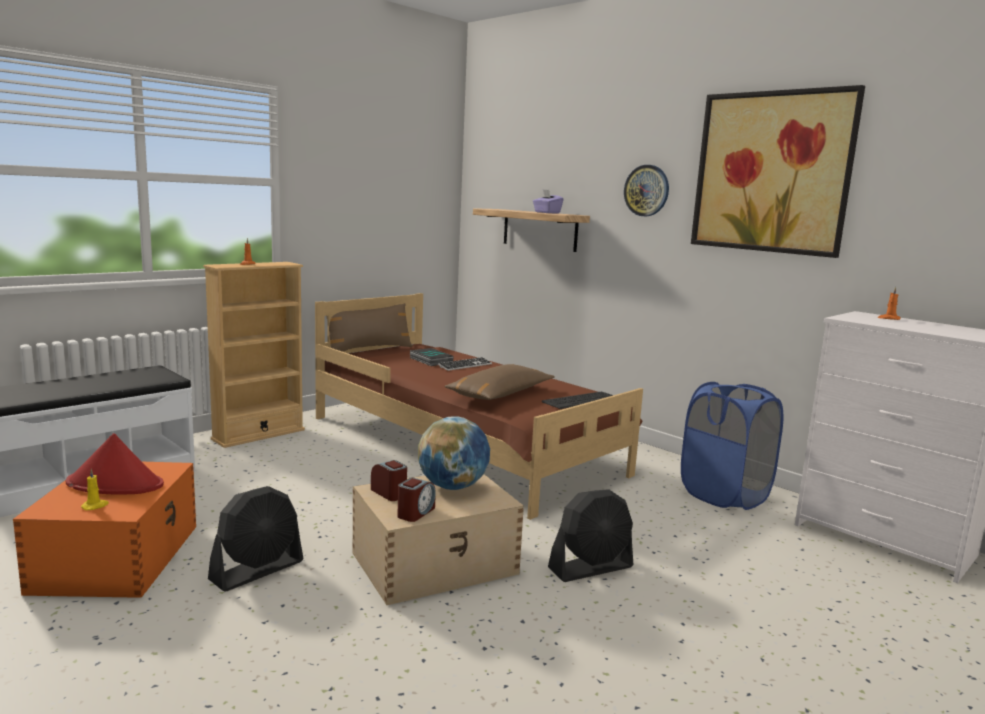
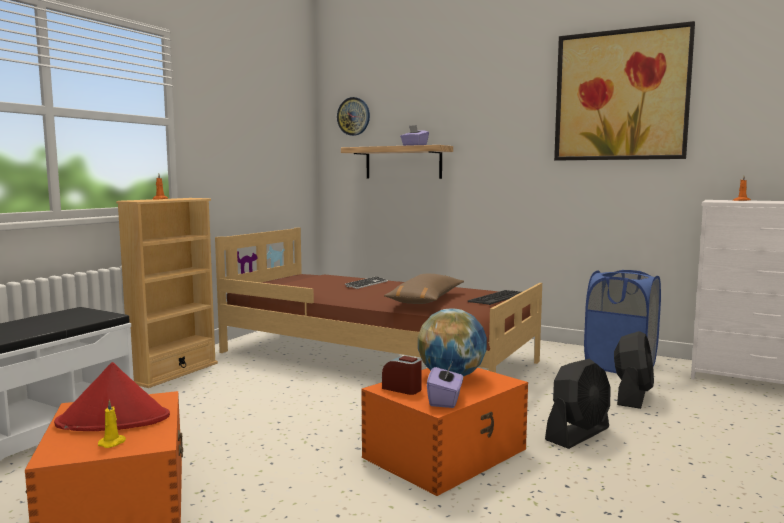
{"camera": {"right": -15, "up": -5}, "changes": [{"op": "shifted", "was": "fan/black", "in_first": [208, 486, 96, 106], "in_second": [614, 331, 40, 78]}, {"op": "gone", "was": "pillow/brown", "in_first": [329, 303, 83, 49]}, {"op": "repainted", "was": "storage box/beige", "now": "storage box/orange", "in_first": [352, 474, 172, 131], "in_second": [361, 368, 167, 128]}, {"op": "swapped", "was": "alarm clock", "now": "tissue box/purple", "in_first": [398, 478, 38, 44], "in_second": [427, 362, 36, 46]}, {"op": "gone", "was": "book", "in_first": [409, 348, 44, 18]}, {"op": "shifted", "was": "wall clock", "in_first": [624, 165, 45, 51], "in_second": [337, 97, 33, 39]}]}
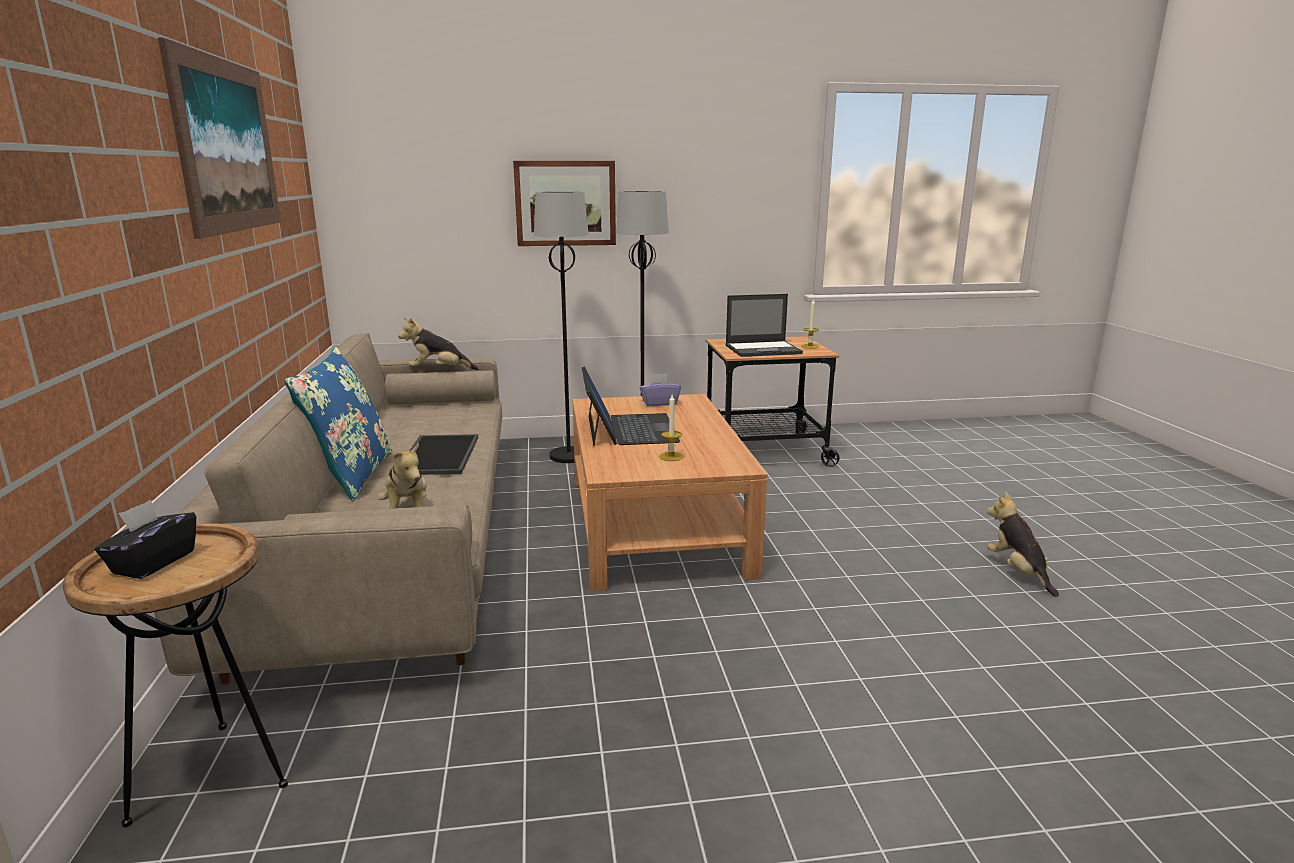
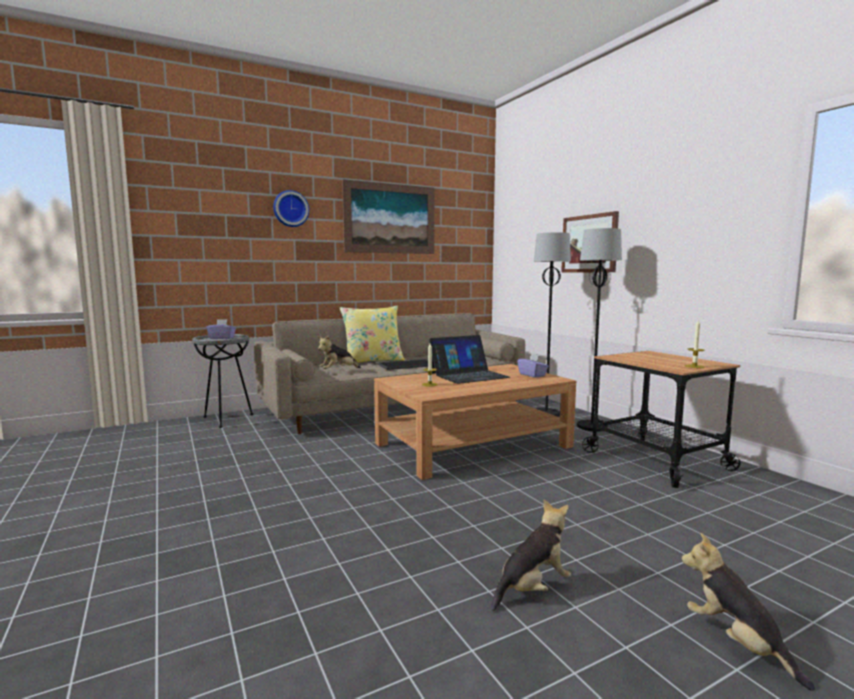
{"camera": {"right": 70, "up": -10}, "changes": [{"op": "repainted", "was": "side table/brown", "now": "side table/grey", "in_first": [63, 523, 225, 305], "in_second": [192, 334, 61, 94]}, {"op": "repainted", "was": "tissue box/black", "now": "tissue box/purple", "in_first": [95, 500, 101, 79], "in_second": [206, 319, 30, 20]}, {"op": "repainted", "was": "pillow/blue", "now": "pillow/yellow", "in_first": [284, 347, 108, 154], "in_second": [340, 306, 65, 57]}, {"op": "shifted", "was": "plush toy", "in_first": [398, 317, 81, 53], "in_second": [682, 533, 133, 158]}, {"op": "gone", "was": "laptop", "in_first": [725, 294, 78, 63]}, {"op": "new", "now": "wall clock", "in_second": [273, 190, 36, 37]}]}
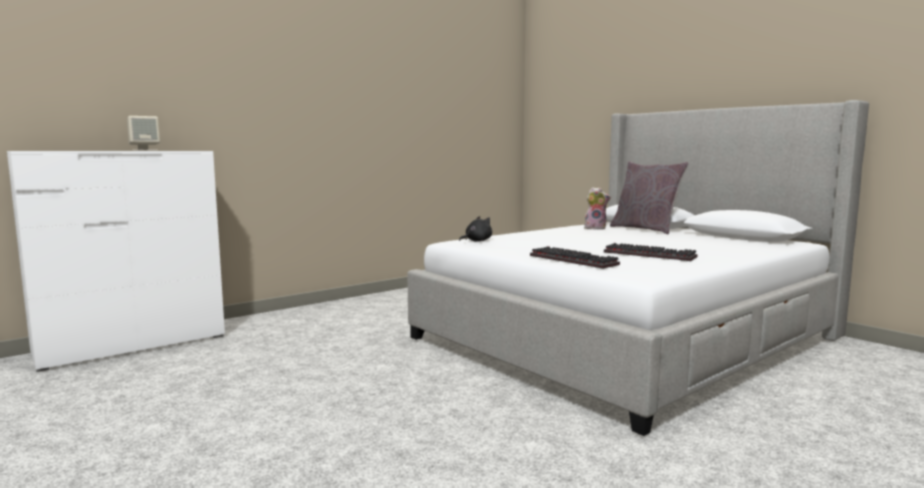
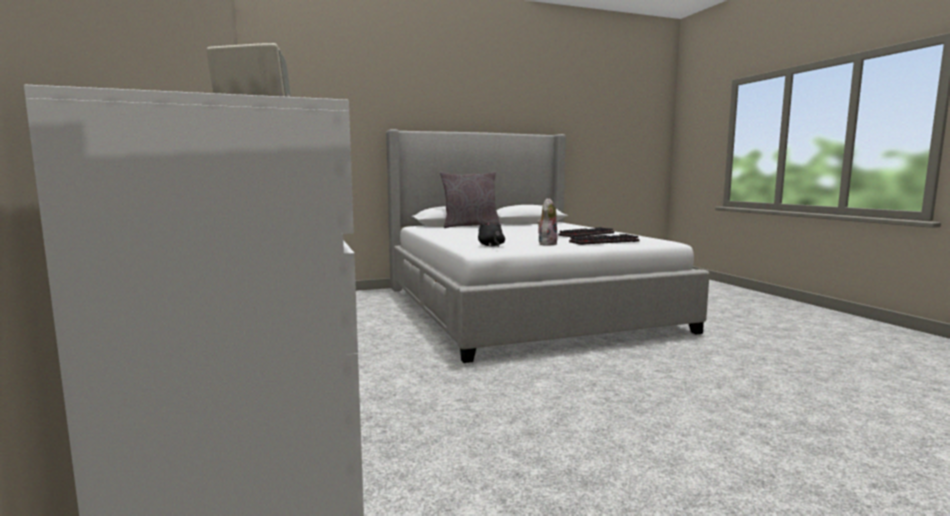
{"camera": {"right": -70, "up": 0}, "changes": [{"op": "shifted", "was": "plush toy", "in_first": [584, 187, 27, 43], "in_second": [537, 198, 20, 48]}]}
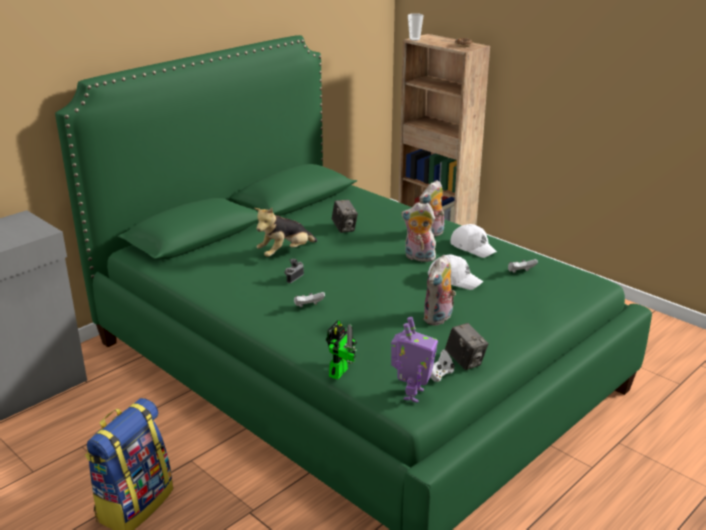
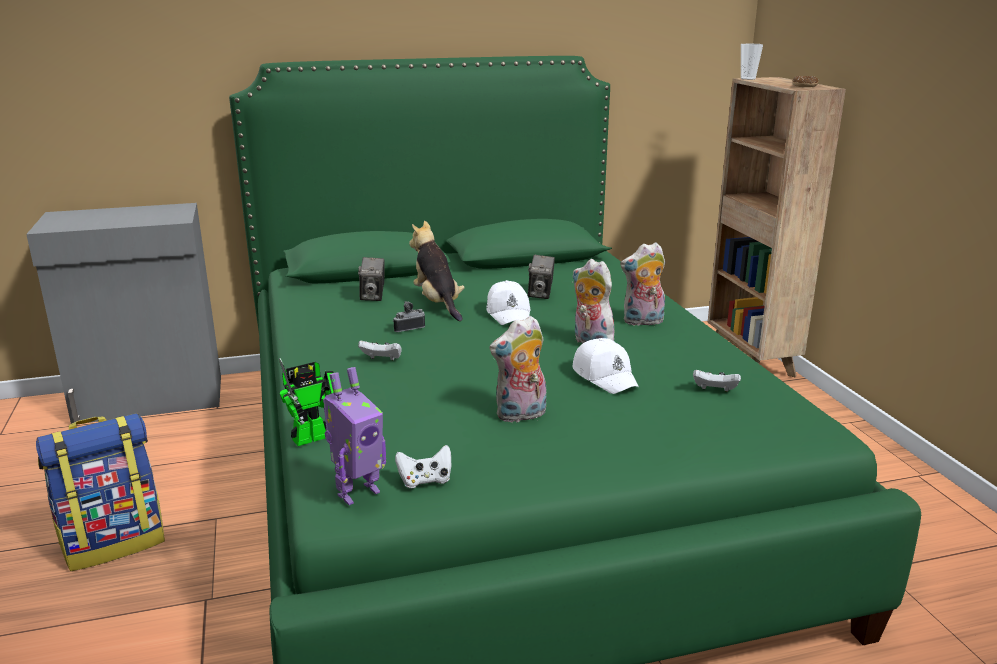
{"camera": {"right": 30, "up": -5}, "changes": [{"op": "rotated", "was": "plush toy", "in_first": [254, 208, 63, 49], "in_second": [409, 221, 56, 100], "clockwise": 75}, {"op": "shifted", "was": "photo camera", "in_first": [445, 323, 43, 47], "in_second": [358, 257, 27, 44]}, {"op": "shifted", "was": "cap/white", "in_first": [451, 224, 46, 34], "in_second": [486, 280, 45, 45]}]}
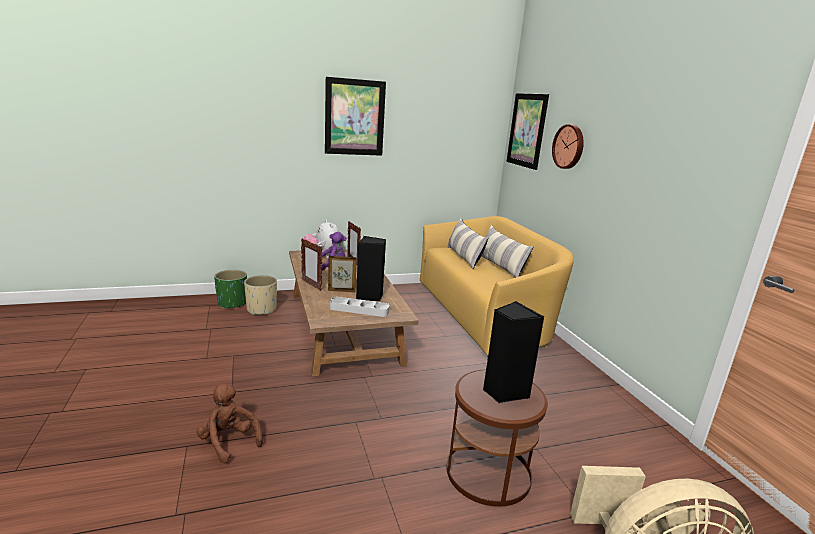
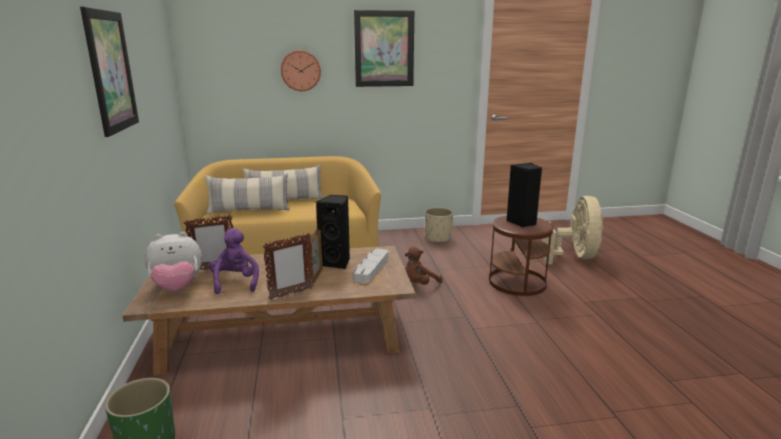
{"camera": {"right": -80, "up": 0}, "changes": [{"op": "shifted", "was": "plush toy/brown", "in_first": [196, 384, 67, 80], "in_second": [405, 247, 38, 38]}, {"op": "shifted", "was": "planter/beige", "in_first": [244, 275, 33, 40], "in_second": [425, 208, 28, 35]}, {"op": "shifted", "was": "picture", "in_first": [507, 93, 42, 77], "in_second": [354, 10, 60, 77]}]}
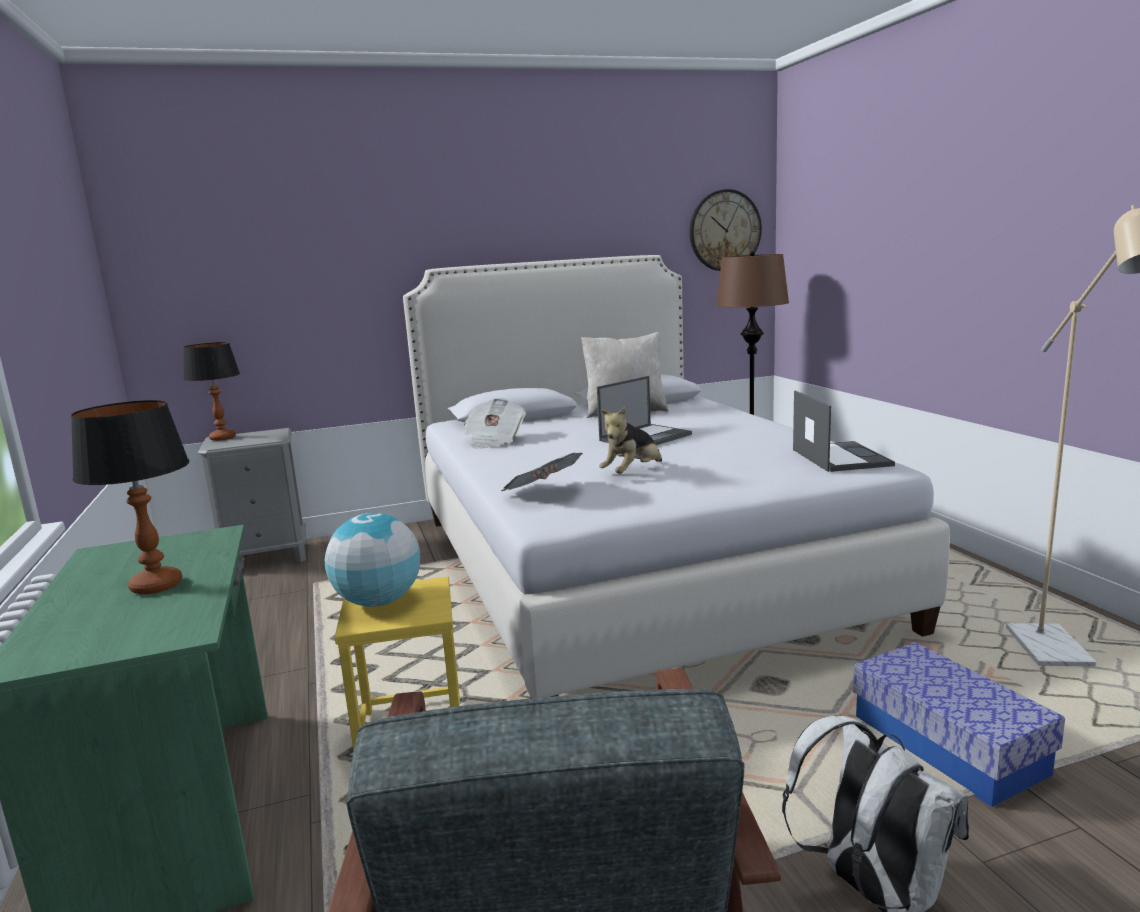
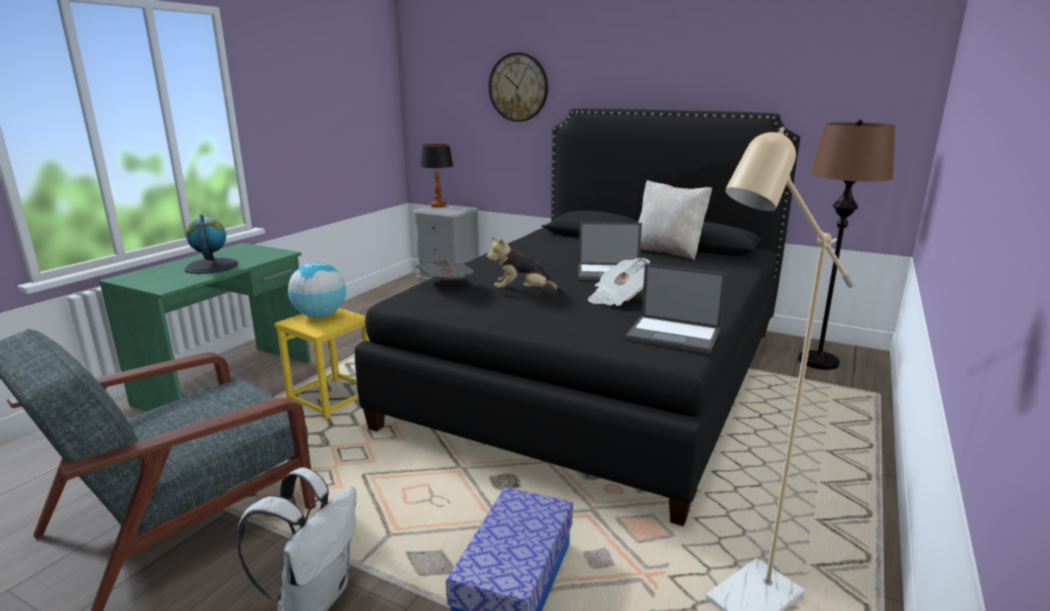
{"camera": {"right": 45, "up": 5}, "changes": [{"op": "swapped", "was": "table lamp", "now": "globe", "in_first": [71, 400, 119, 194], "in_second": [184, 214, 55, 60]}, {"op": "repainted", "was": "bed/white", "now": "bed/black", "in_first": [403, 255, 547, 443], "in_second": [355, 109, 445, 417]}, {"op": "shifted", "was": "newspaper", "in_first": [464, 398, 62, 51], "in_second": [588, 258, 62, 48]}, {"op": "shifted", "was": "wall clock", "in_first": [689, 189, 73, 82], "in_second": [489, 52, 59, 70]}, {"op": "rotated", "was": "laptop", "in_first": [793, 391, 102, 81], "in_second": [625, 264, 102, 90], "clockwise": 75}]}
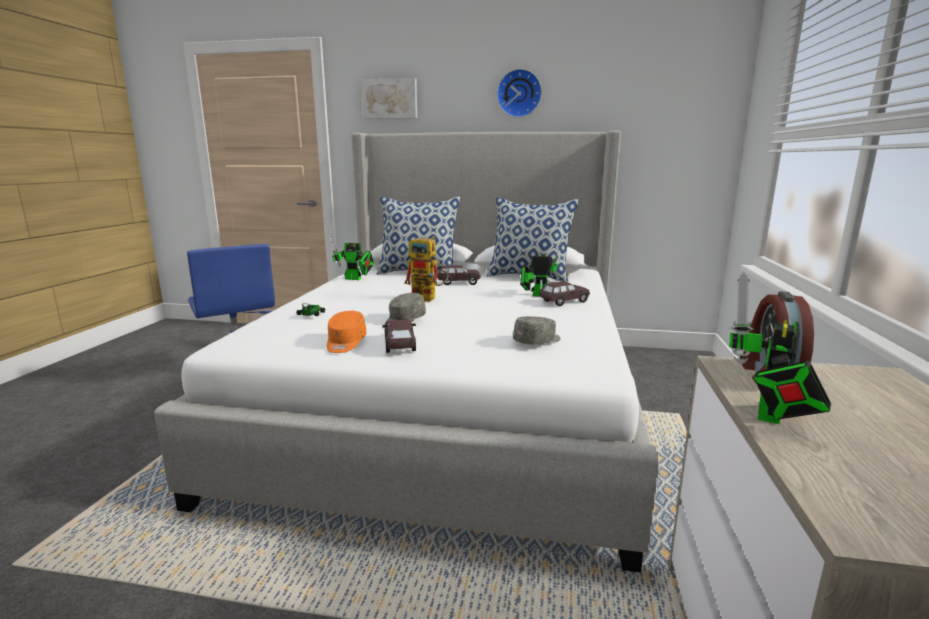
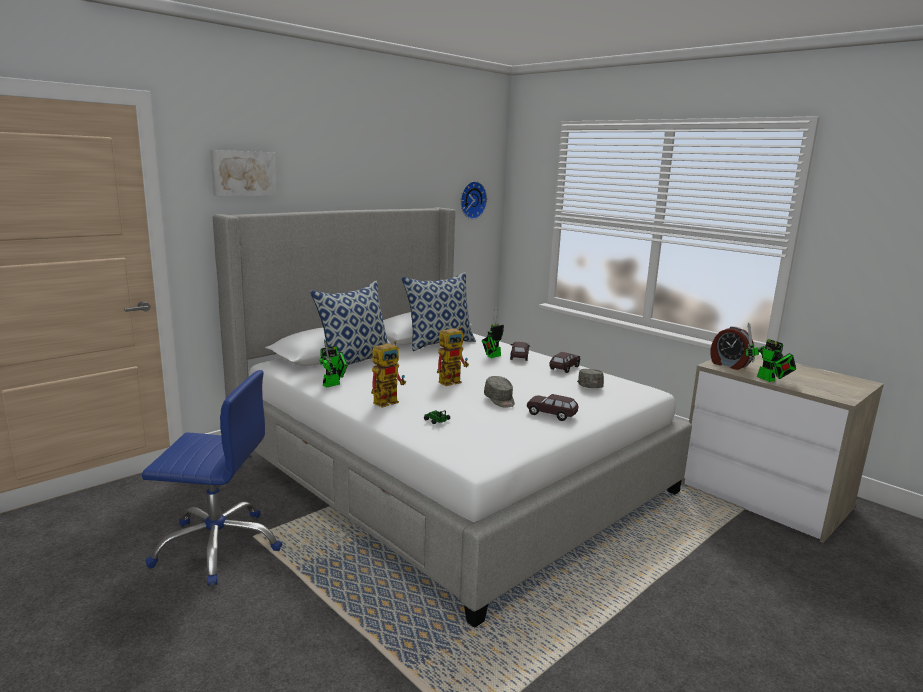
{"camera": {"right": -55, "up": 0}, "changes": [{"op": "gone", "was": "cap/orange", "in_first": [327, 311, 40, 42]}, {"op": "shifted", "was": "toy car/brown", "in_first": [437, 265, 44, 20], "in_second": [549, 352, 31, 21]}, {"op": "shifted", "was": "wall clock", "in_first": [497, 69, 45, 49], "in_second": [460, 181, 27, 38]}, {"op": "new", "now": "toy robot", "in_second": [371, 341, 35, 66]}]}
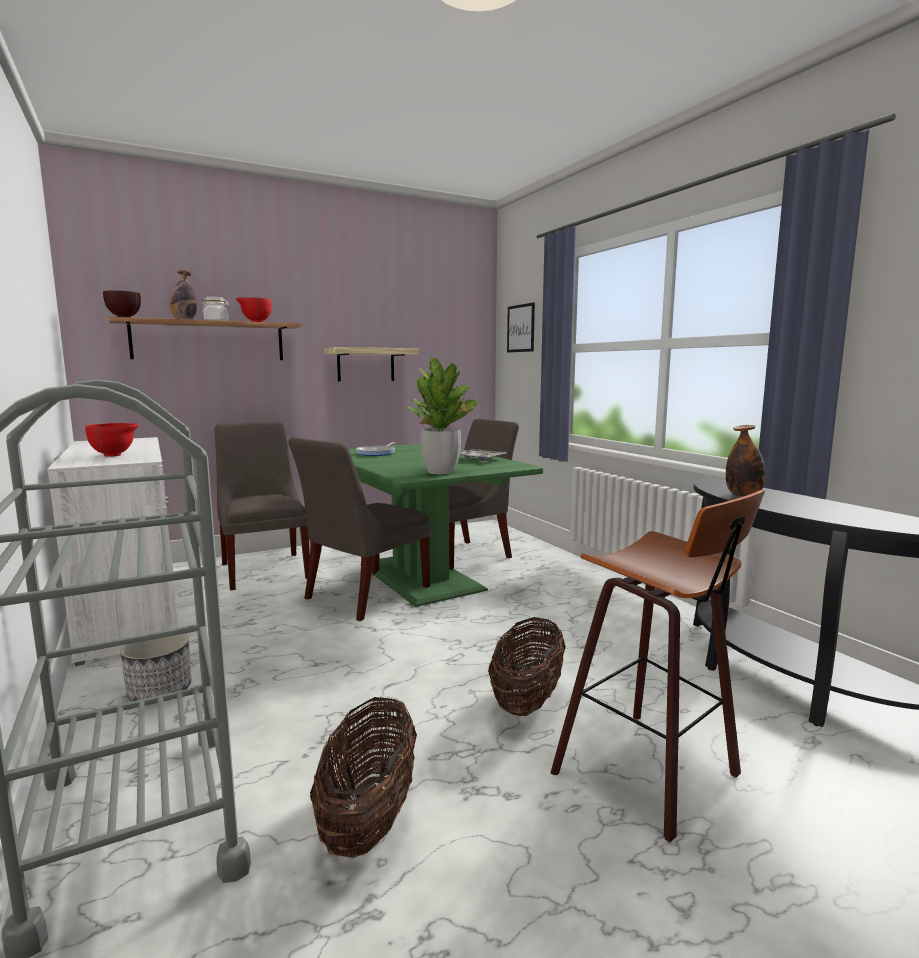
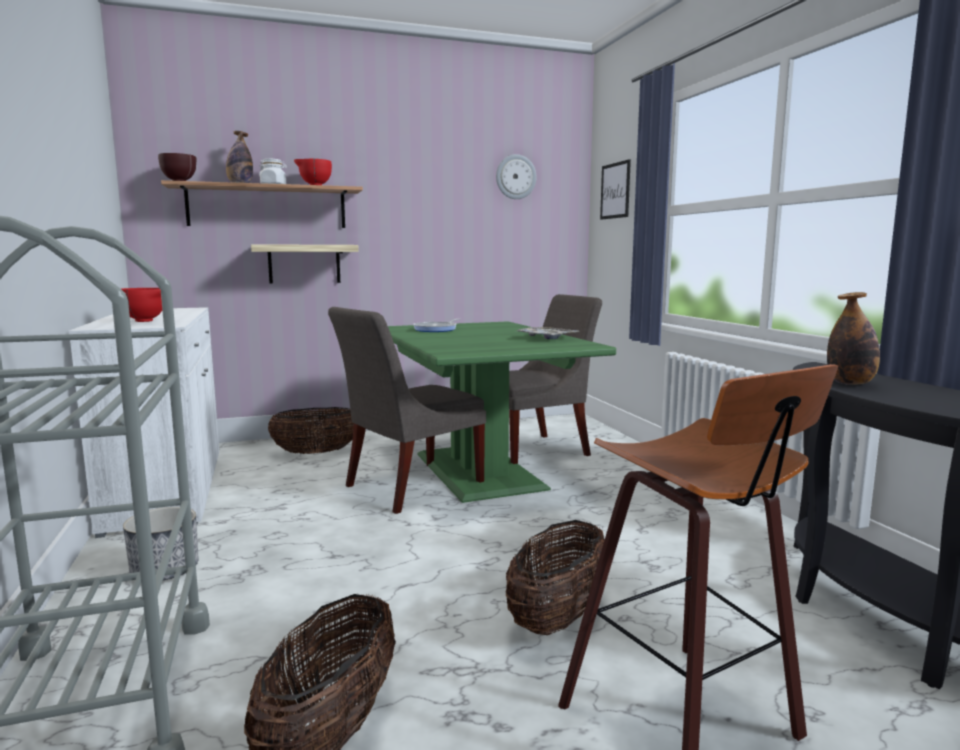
{"camera": {"right": 10, "up": 0}, "changes": [{"op": "swapped", "was": "chair/grey", "now": "basket", "in_first": [214, 422, 96, 168], "in_second": [268, 407, 86, 47]}, {"op": "shifted", "was": "shelf", "in_first": [325, 347, 94, 34], "in_second": [251, 244, 108, 40]}, {"op": "gone", "was": "potted plant", "in_first": [407, 357, 72, 117]}, {"op": "new", "now": "wall clock", "in_second": [496, 154, 40, 45]}]}
